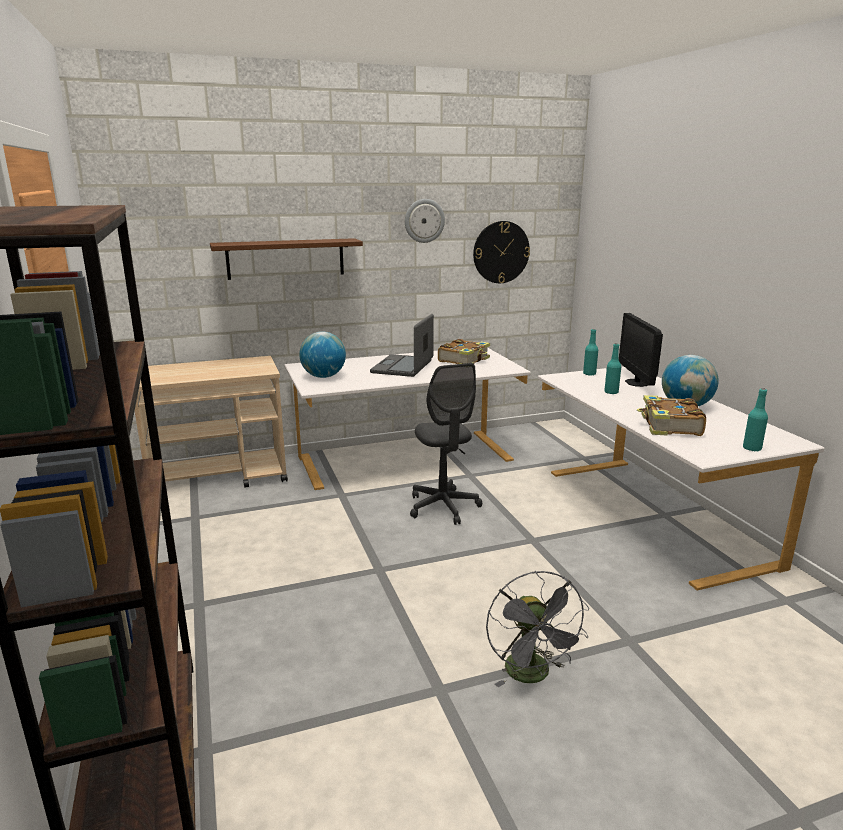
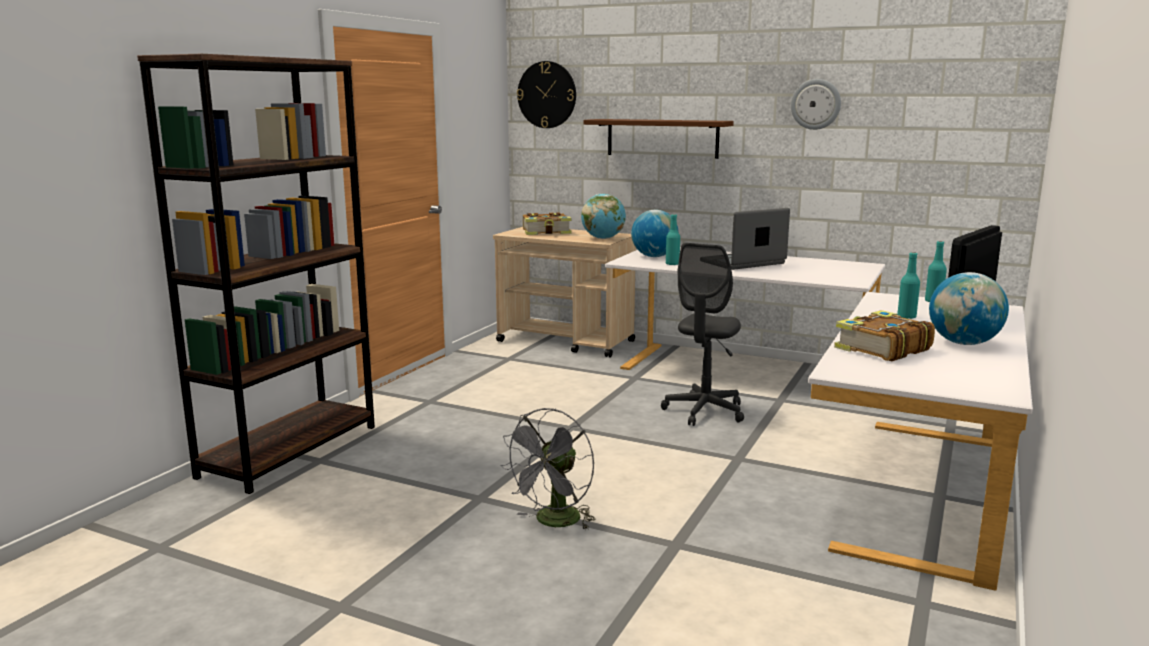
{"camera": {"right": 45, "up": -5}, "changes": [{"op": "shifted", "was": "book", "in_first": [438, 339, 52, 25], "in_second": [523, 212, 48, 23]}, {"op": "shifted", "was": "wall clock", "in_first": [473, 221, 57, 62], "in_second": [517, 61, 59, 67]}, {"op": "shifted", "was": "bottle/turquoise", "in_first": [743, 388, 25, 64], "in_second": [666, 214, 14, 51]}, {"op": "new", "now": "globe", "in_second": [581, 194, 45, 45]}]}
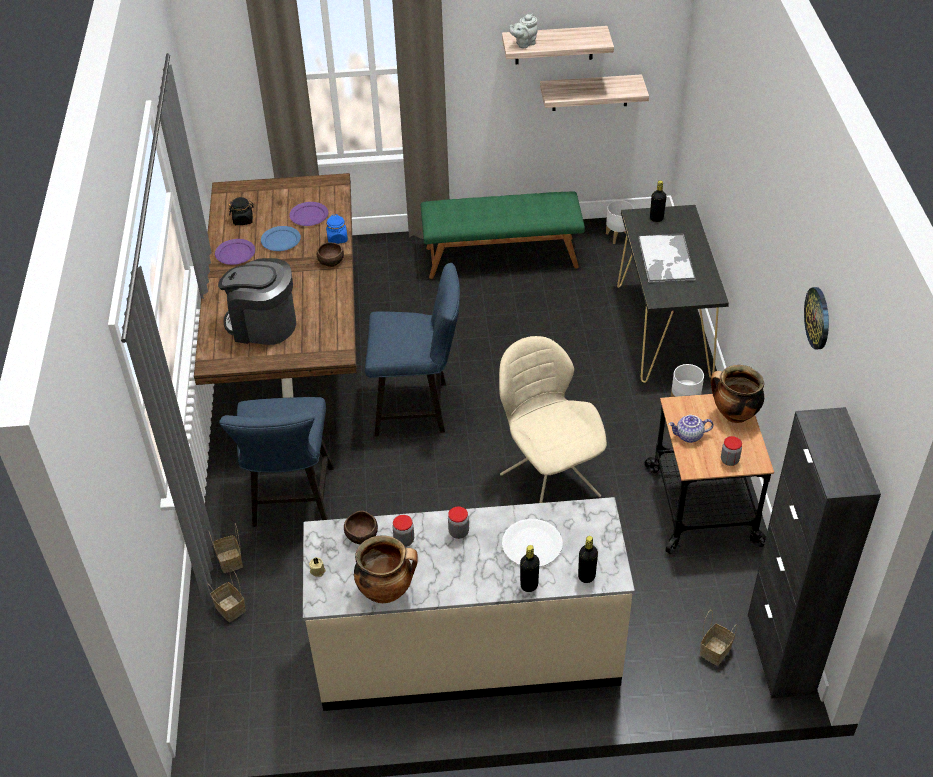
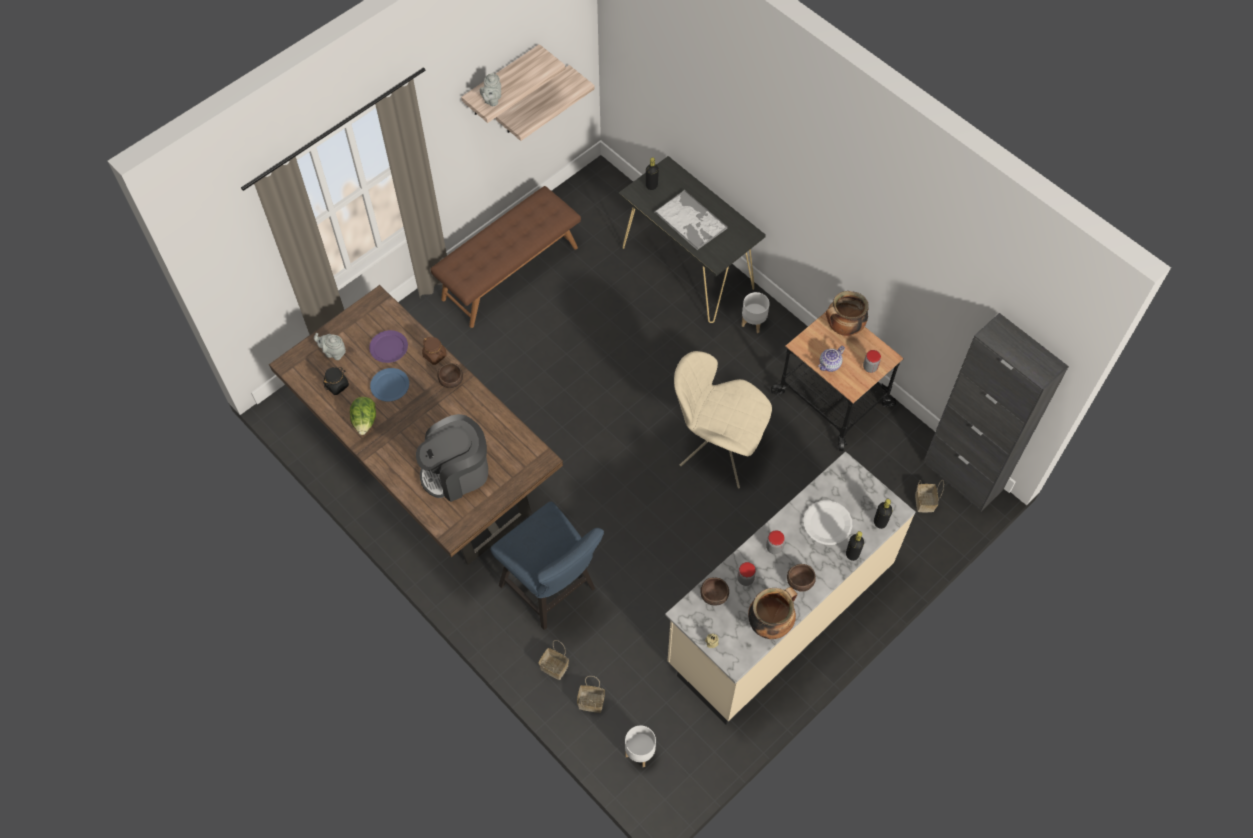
{"camera": {"right": -40, "up": 15}, "changes": [{"op": "swapped", "was": "plate/purple", "now": "lettuce", "in_first": [215, 239, 40, 26], "in_second": [350, 397, 26, 38]}, {"op": "repainted", "was": "jar/blue", "now": "jar/brown", "in_first": [326, 214, 22, 30], "in_second": [422, 337, 25, 28]}, {"op": "gone", "was": "chair/blue", "in_first": [365, 263, 95, 174]}, {"op": "repainted", "was": "bench/green", "now": "bench/brown", "in_first": [421, 191, 164, 88], "in_second": [431, 186, 150, 142]}, {"op": "shifted", "was": "planter/white", "in_first": [606, 200, 28, 44], "in_second": [625, 726, 31, 41]}, {"op": "gone", "was": "wall clock", "in_first": [804, 287, 25, 63]}, {"op": "new", "now": "teapot/grey", "in_second": [314, 333, 32, 27]}, {"op": "new", "now": "bowl/brown", "in_second": [787, 564, 29, 28]}]}
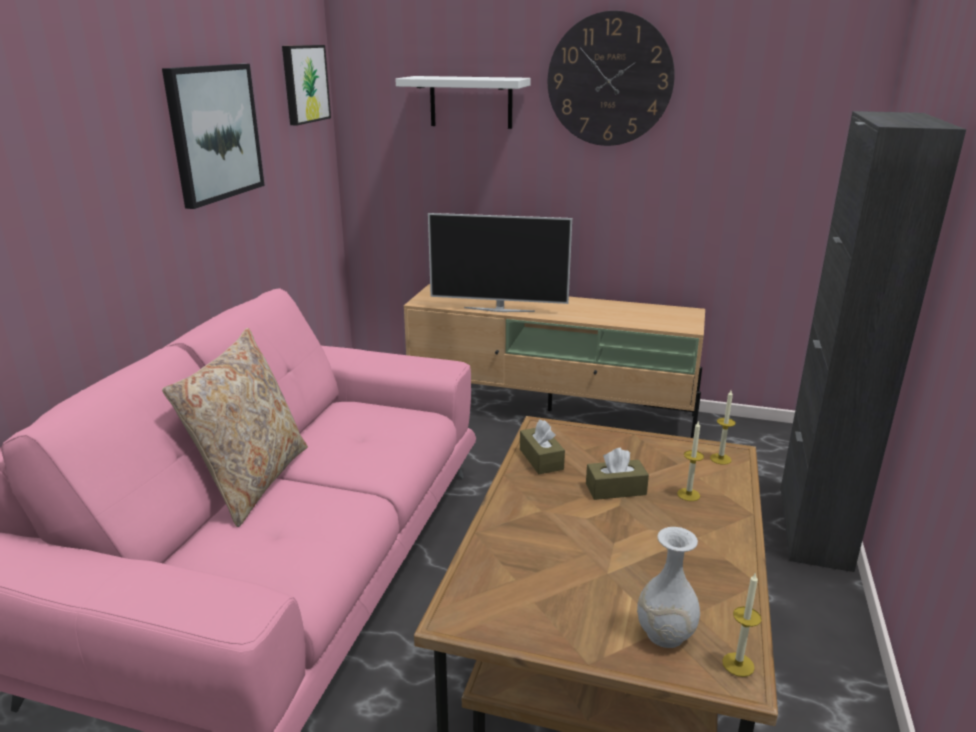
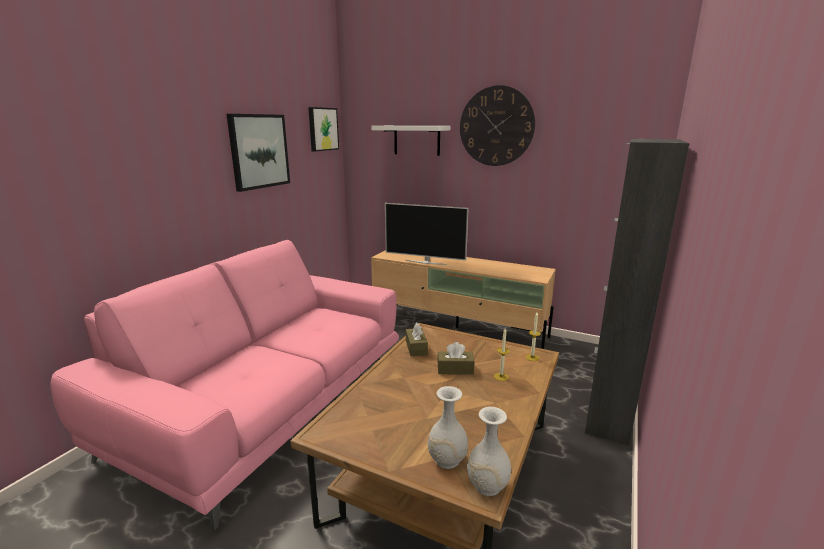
{"camera": {"right": 10, "up": -5}, "changes": [{"op": "gone", "was": "pillow/beige", "in_first": [162, 328, 146, 199]}, {"op": "swapped", "was": "candle", "now": "vase/white", "in_first": [722, 573, 40, 104], "in_second": [467, 407, 44, 89]}]}
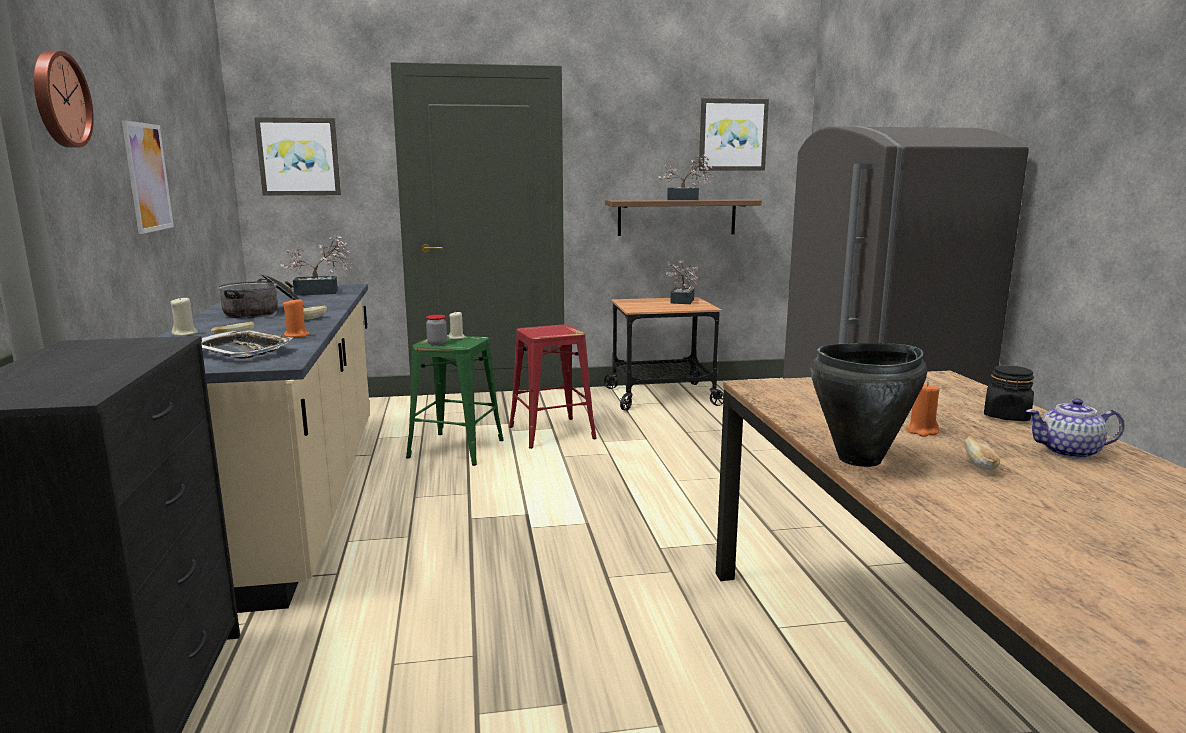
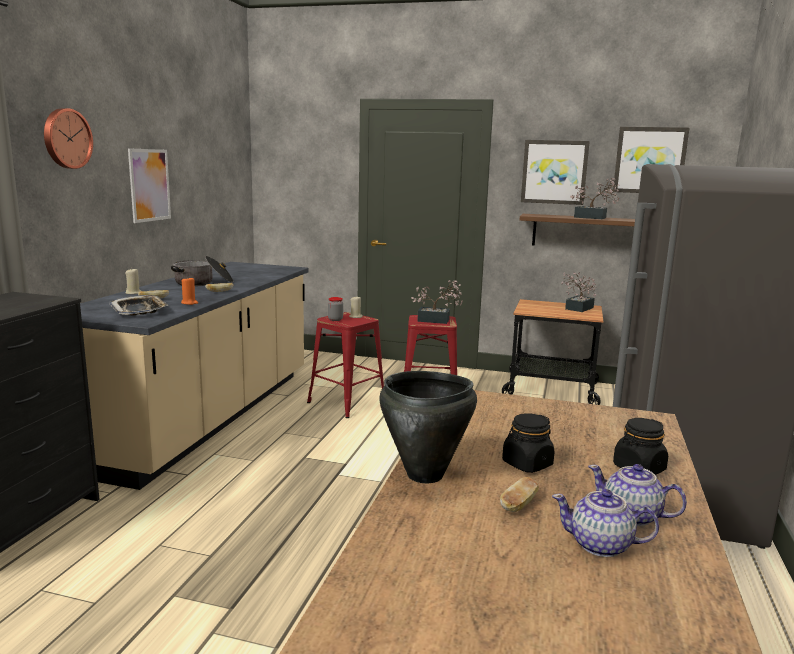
{"camera": {"right": 25, "up": 0}, "changes": [{"op": "shifted", "was": "picture", "in_first": [254, 117, 87, 79], "in_second": [521, 140, 69, 65]}, {"op": "shifted", "was": "potted plant", "in_first": [280, 236, 73, 59], "in_second": [411, 280, 52, 44]}, {"op": "repainted", "was": "stool/green", "now": "stool/red", "in_first": [406, 335, 98, 131], "in_second": [307, 312, 77, 106]}, {"op": "swapped", "was": "candle/orange", "now": "jar/black", "in_first": [906, 382, 33, 55], "in_second": [502, 413, 53, 60]}, {"op": "new", "now": "teapot", "in_second": [552, 489, 107, 68]}]}
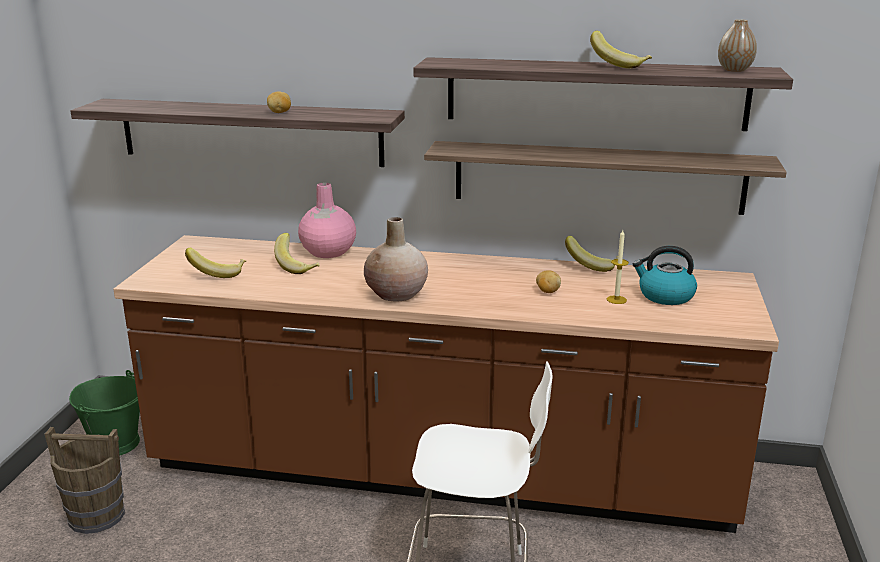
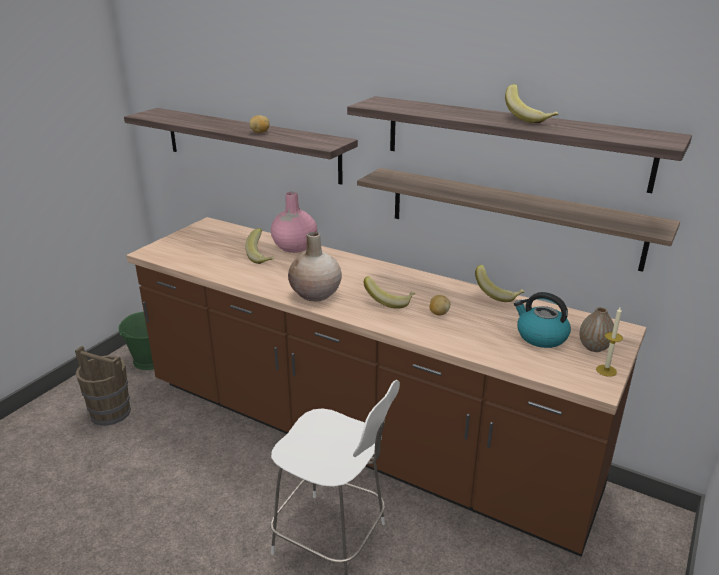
{"camera": {"right": 20, "up": 5}, "changes": [{"op": "shifted", "was": "banana", "in_first": [185, 248, 61, 30], "in_second": [364, 276, 52, 33]}, {"op": "shifted", "was": "candle", "in_first": [607, 230, 22, 74], "in_second": [596, 306, 27, 71]}, {"op": "shifted", "was": "vase", "in_first": [718, 19, 39, 53], "in_second": [579, 307, 35, 45]}]}
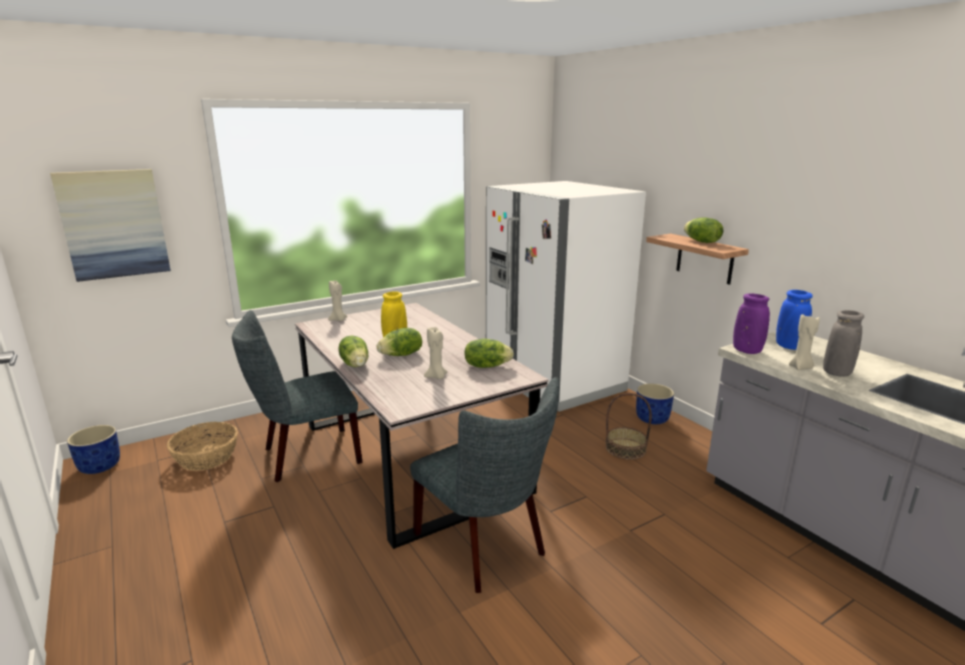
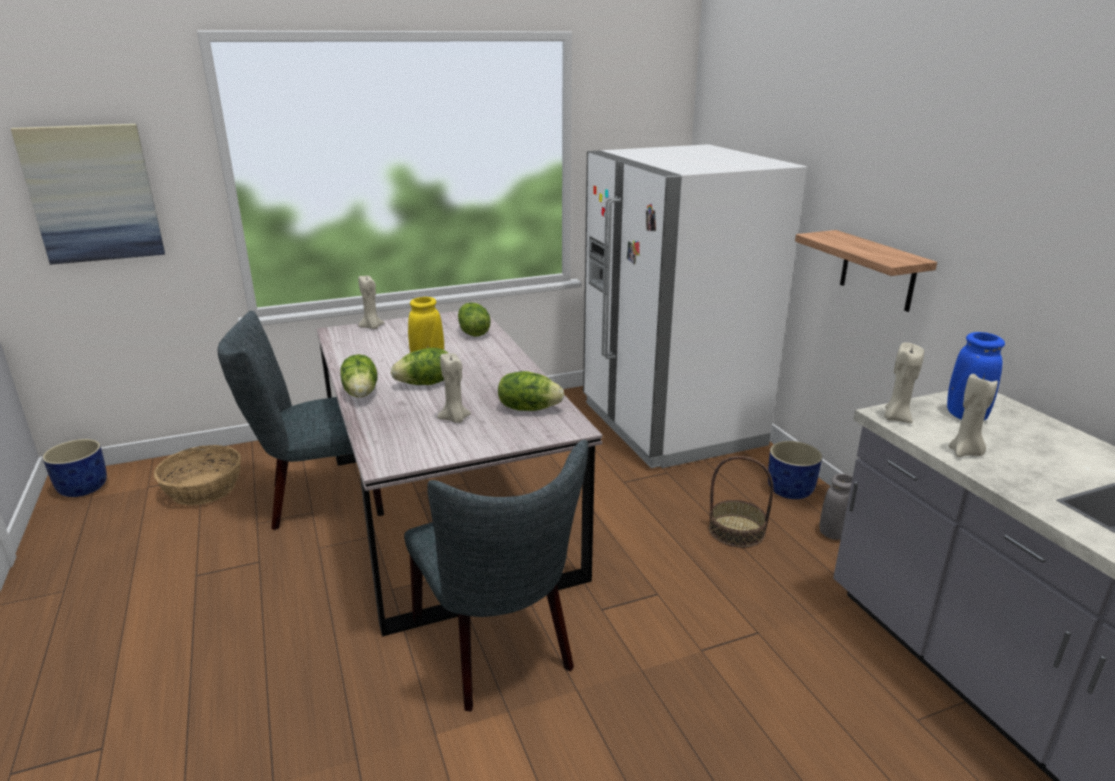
{"camera": {"right": 10, "up": 5}, "changes": [{"op": "shifted", "was": "lettuce", "in_first": [684, 217, 39, 26], "in_second": [458, 302, 33, 35]}, {"op": "swapped", "was": "vase/purple", "now": "candle/beige", "in_first": [733, 293, 37, 61], "in_second": [884, 342, 40, 81]}, {"op": "shifted", "was": "vase/grey", "in_first": [823, 310, 41, 67], "in_second": [820, 474, 33, 66]}]}
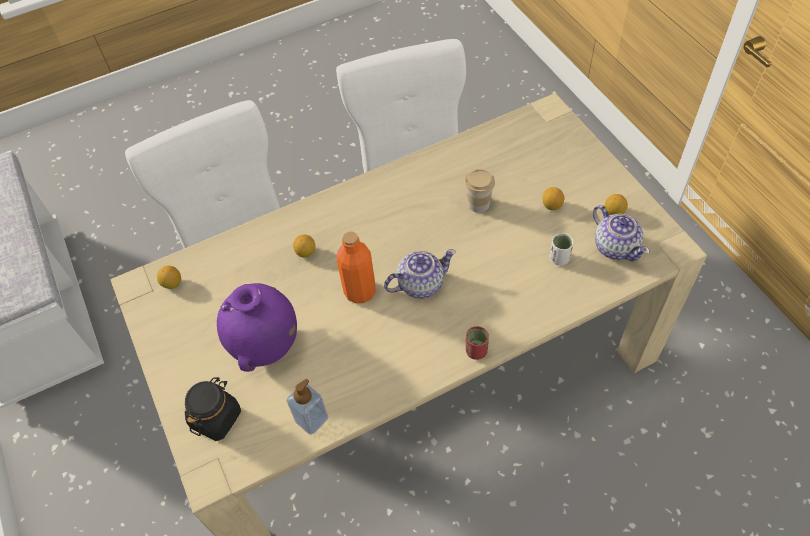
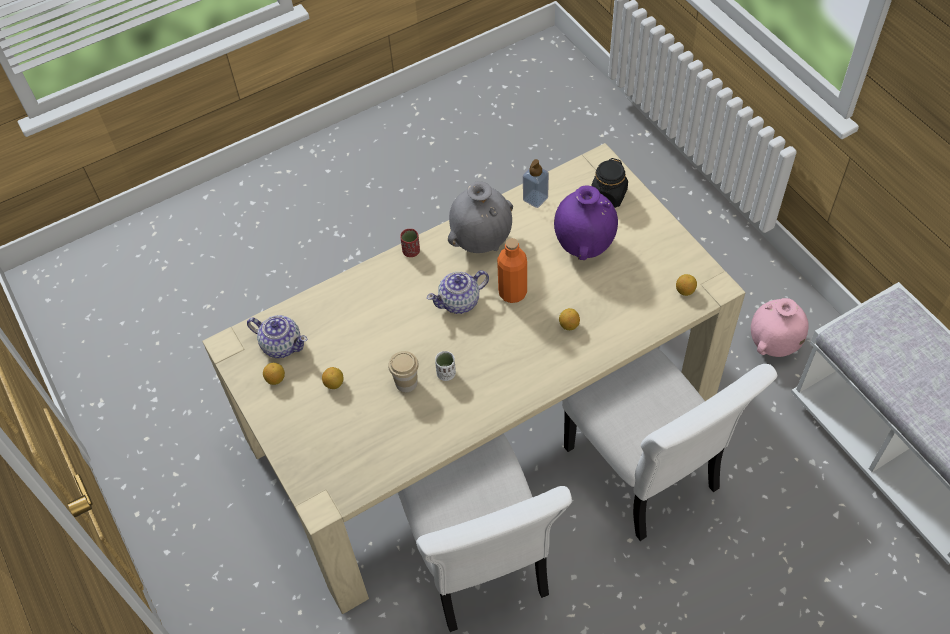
{"camera": {"right": 175, "up": 0}, "changes": [{"op": "shifted", "was": "cup/white", "in_first": [549, 233, 24, 33], "in_second": [435, 351, 21, 30]}, {"op": "rotated", "was": "teapot", "in_first": [593, 205, 57, 56], "in_second": [247, 315, 60, 43], "clockwise": 150}, {"op": "new", "now": "vase/grey", "in_second": [448, 182, 65, 71]}, {"op": "new", "now": "vase/pink", "in_second": [751, 298, 58, 59]}]}
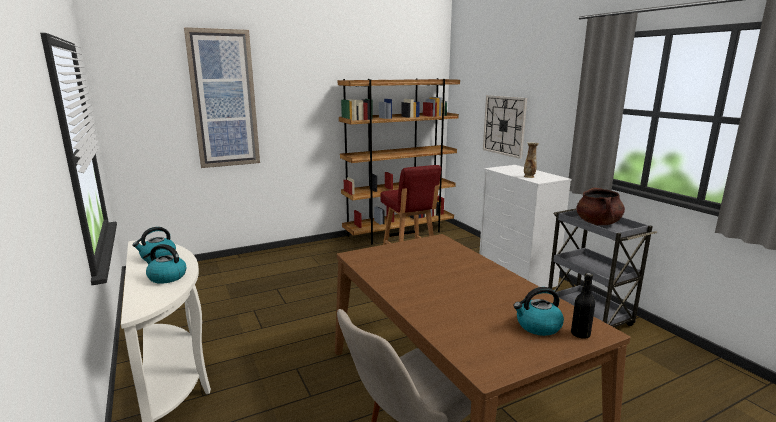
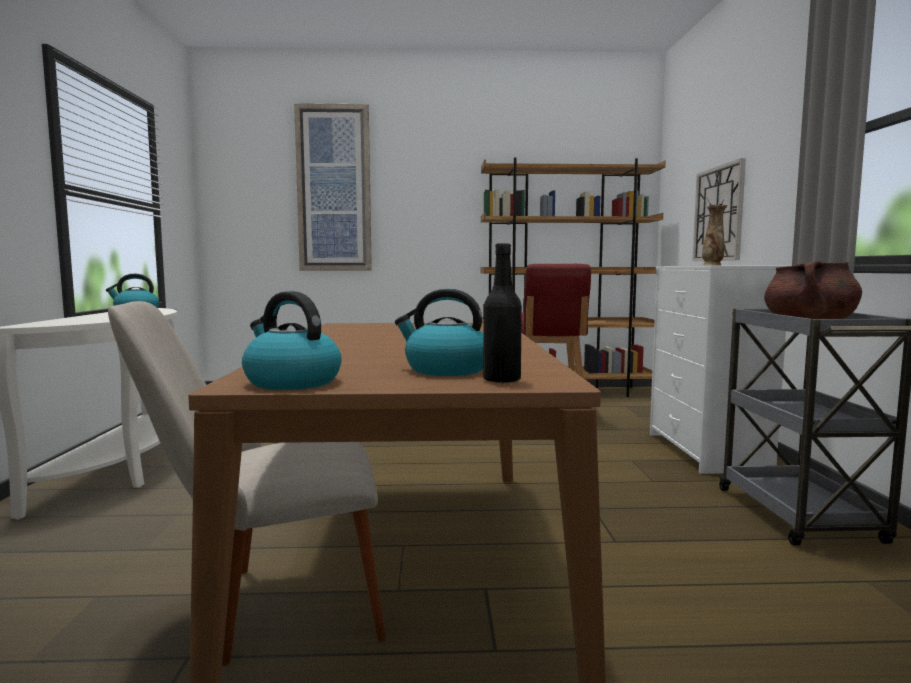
{"camera": {"right": 25, "up": -10}, "changes": [{"op": "shifted", "was": "kettle", "in_first": [143, 244, 44, 40], "in_second": [242, 291, 100, 99]}]}
